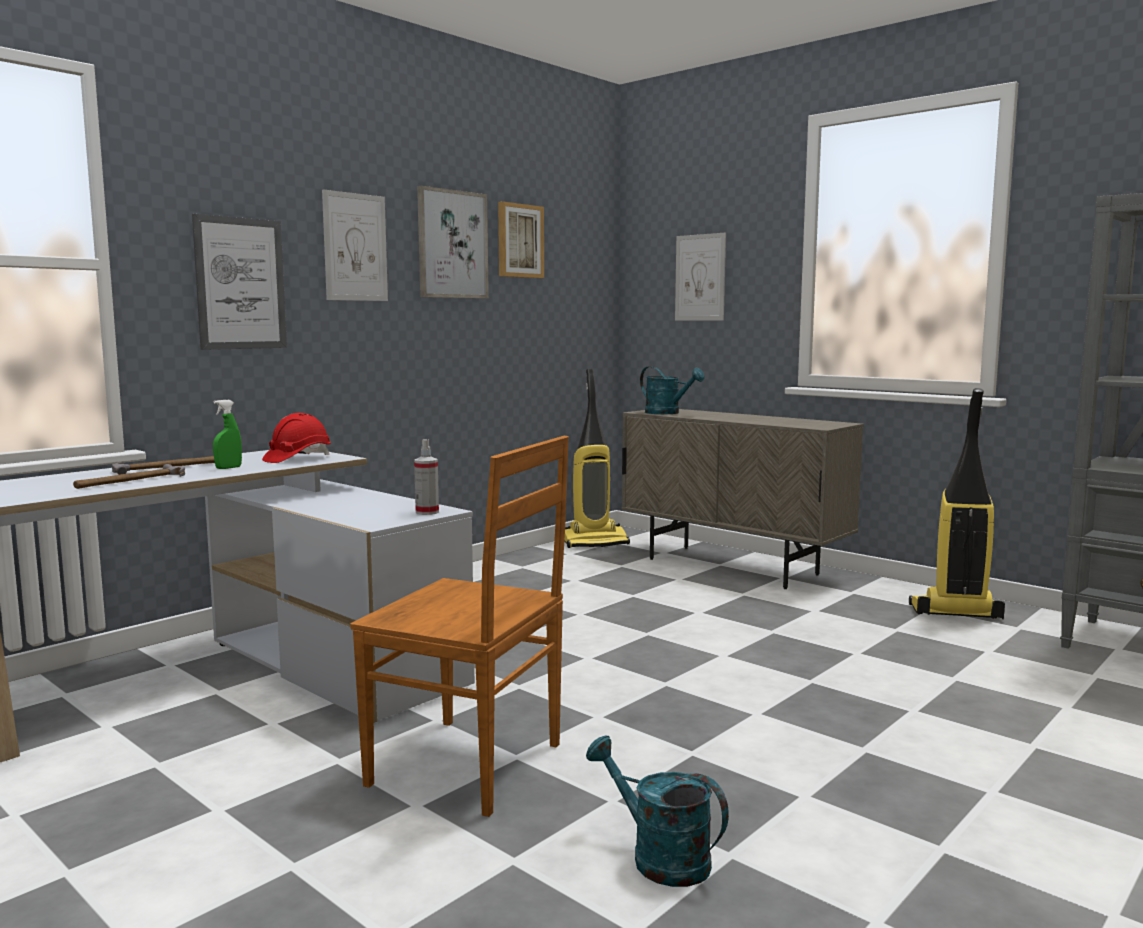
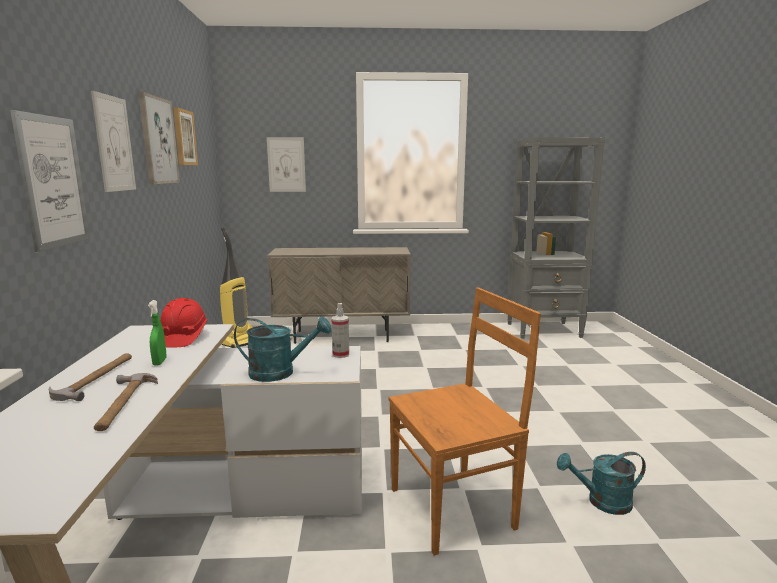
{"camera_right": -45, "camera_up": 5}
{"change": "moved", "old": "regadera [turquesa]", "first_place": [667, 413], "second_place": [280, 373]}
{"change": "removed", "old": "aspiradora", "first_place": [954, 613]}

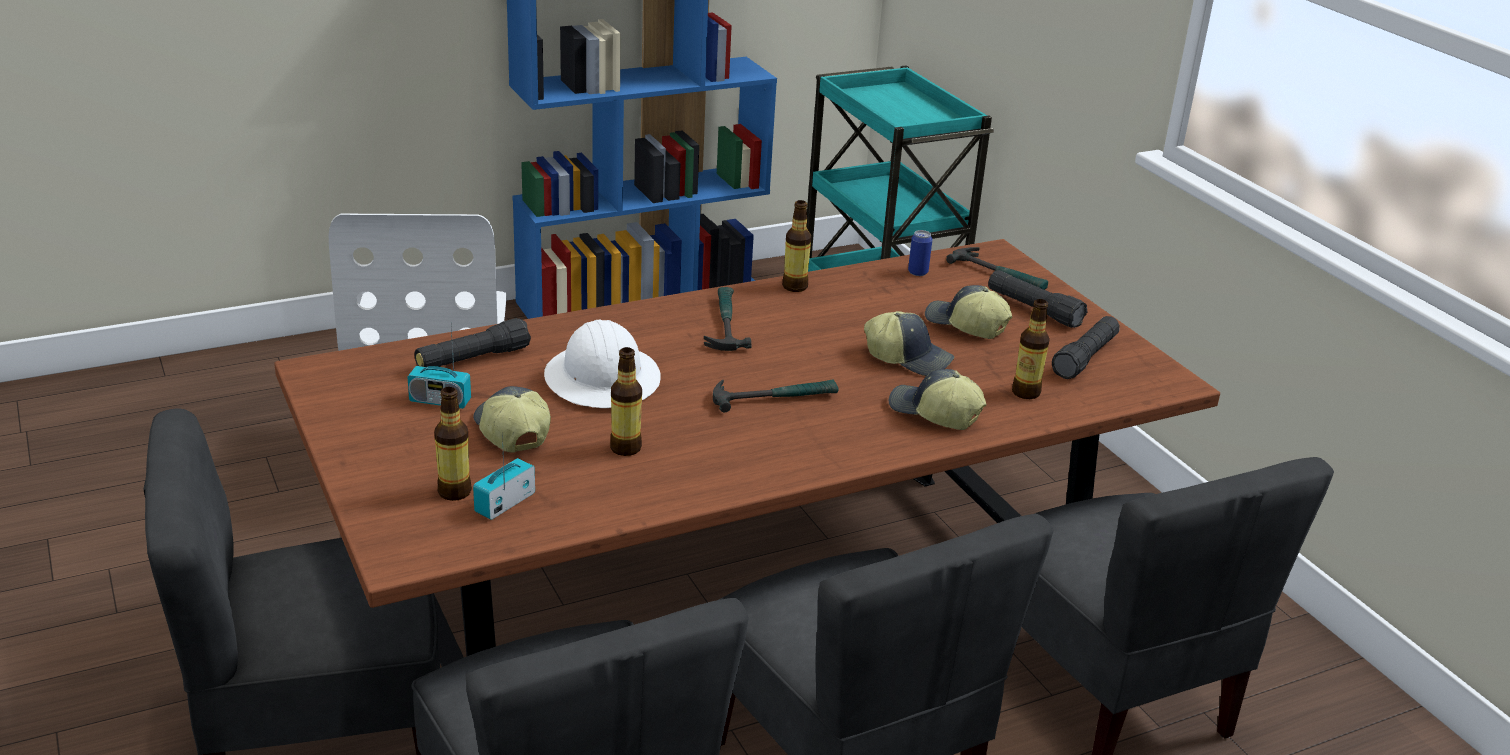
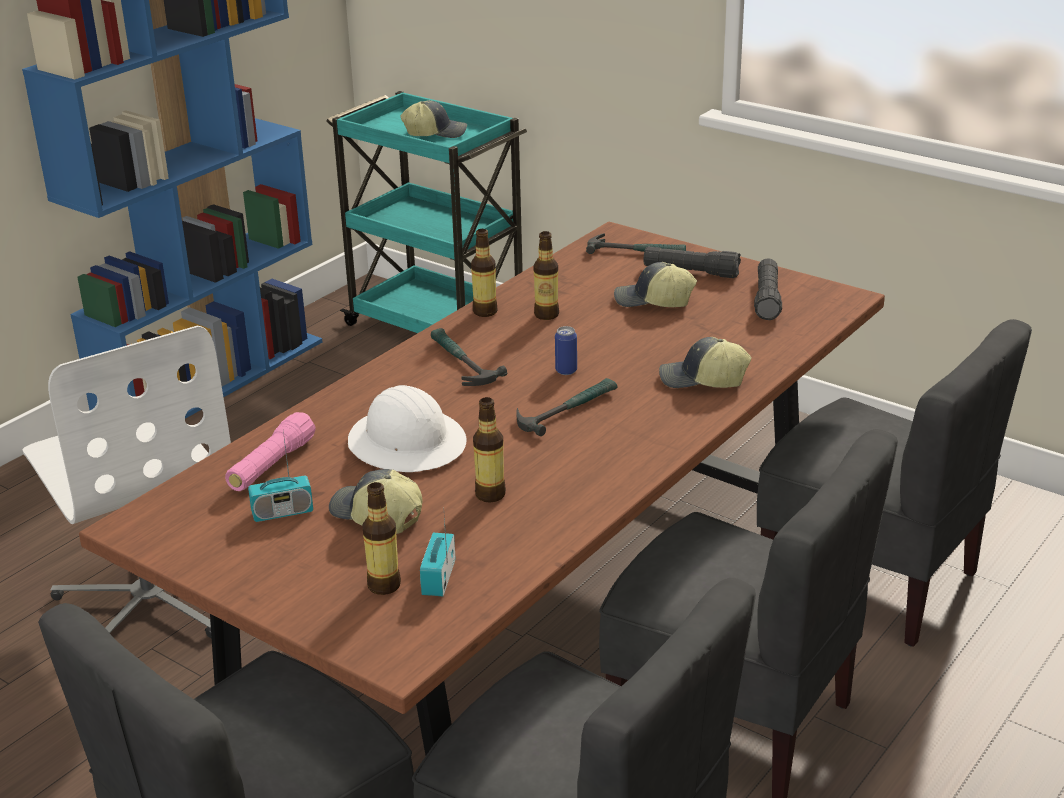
{"camera_right": -25, "camera_up": 0}
{"change": "recoloured", "old": "linterna [negro]", "new": "linterna [rosa]", "first_place": [473, 359], "second_place": [271, 465]}
{"change": "moved", "old": "gorra", "first_place": [908, 358], "second_place": [436, 132]}
{"change": "moved", "old": "lata", "first_place": [918, 272], "second_place": [566, 371]}
{"change": "moved", "old": "botella", "first_place": [1026, 392], "second_place": [546, 315]}

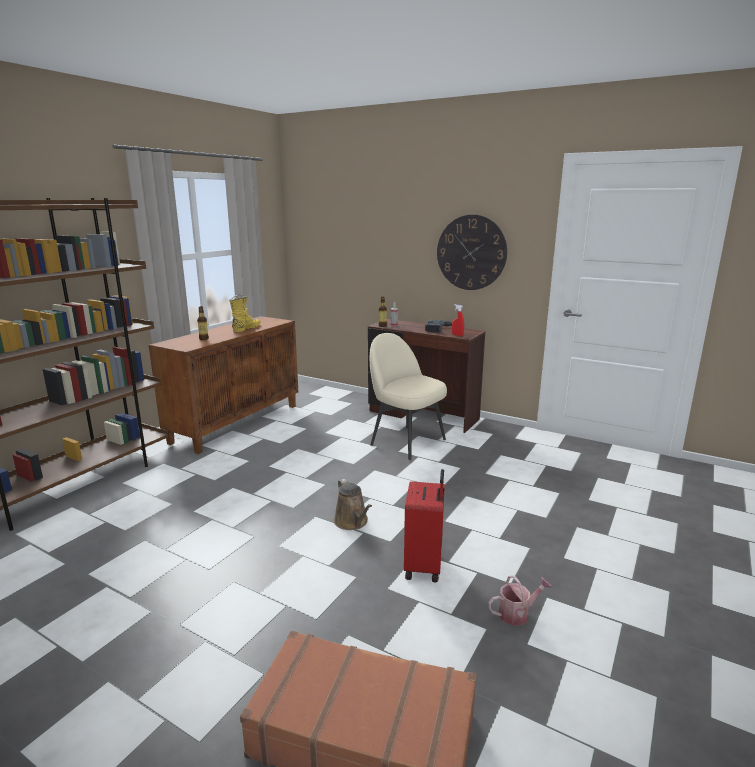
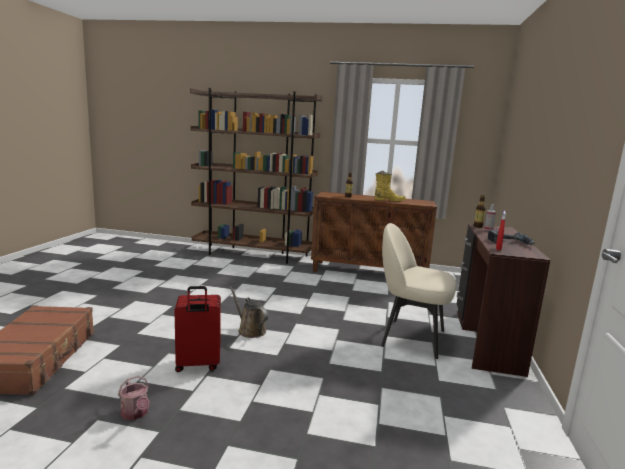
{"camera_right": 70, "camera_up": -5}
{"change": "turned", "old": "regadera [marrón]", "first_place": [352, 522], "second_place": [250, 330], "degrees": 90}
{"change": "turned", "old": "silla [beis]", "first_place": [406, 441], "second_place": [411, 337], "degrees": -90}
{"change": "removed", "old": "reloj de pared", "first_place": [471, 252]}

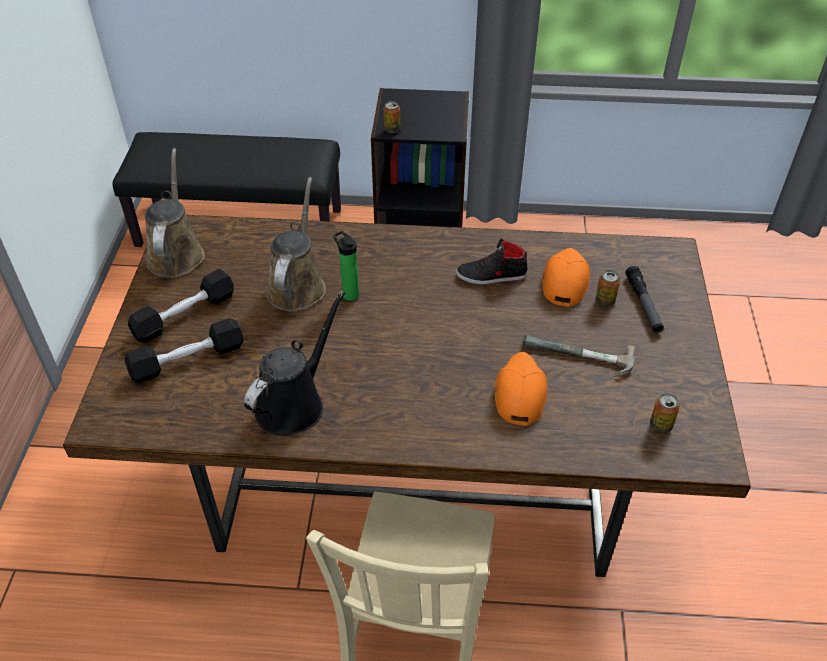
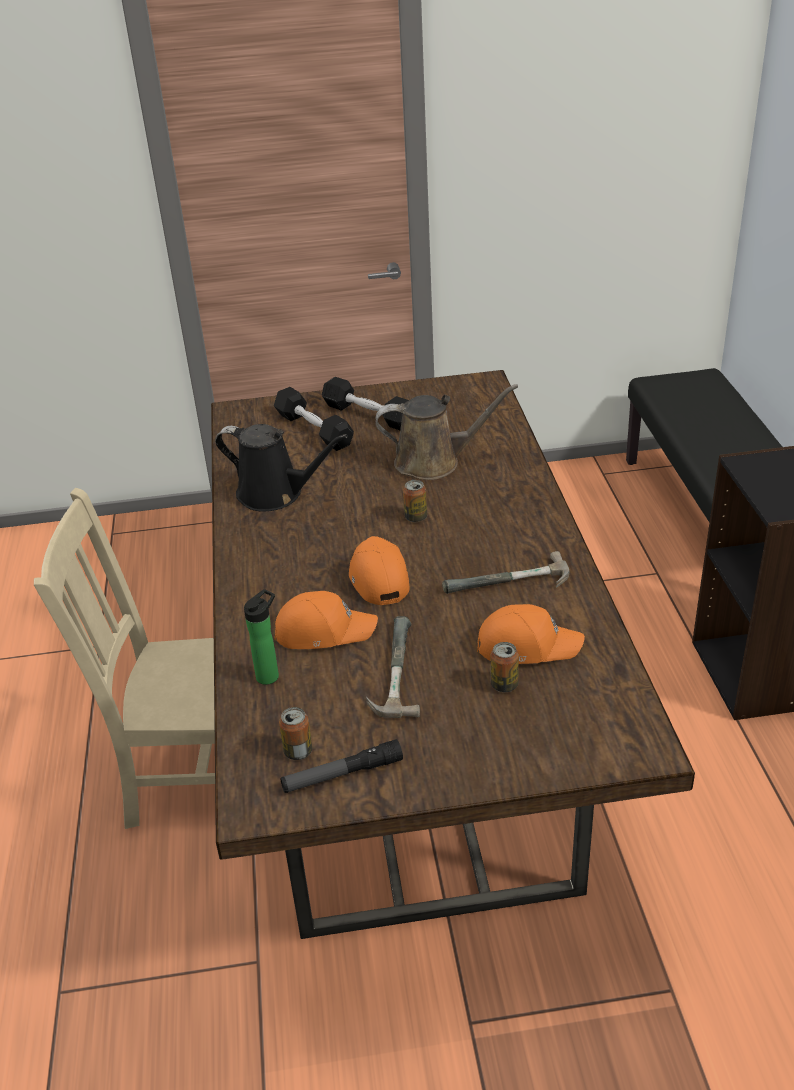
{"camera_right": 80, "camera_up": -10}
{"change": "removed", "old": "regadera [marrón]", "first_place": [176, 253]}
{"change": "moved", "old": "botella", "first_place": [349, 293], "second_place": [270, 674]}
{"change": "moved", "old": "lata", "first_place": [392, 129], "second_place": [415, 517]}
{"change": "replaced", "old": "zapato [negro]", "new": "martillo", "first_place": [491, 275], "second_place": [509, 585]}
{"change": "moved", "old": "linterna", "first_place": [643, 304], "second_place": [342, 774]}
{"change": "added", "new": "gorra [naranja]", "second_place": [377, 578]}

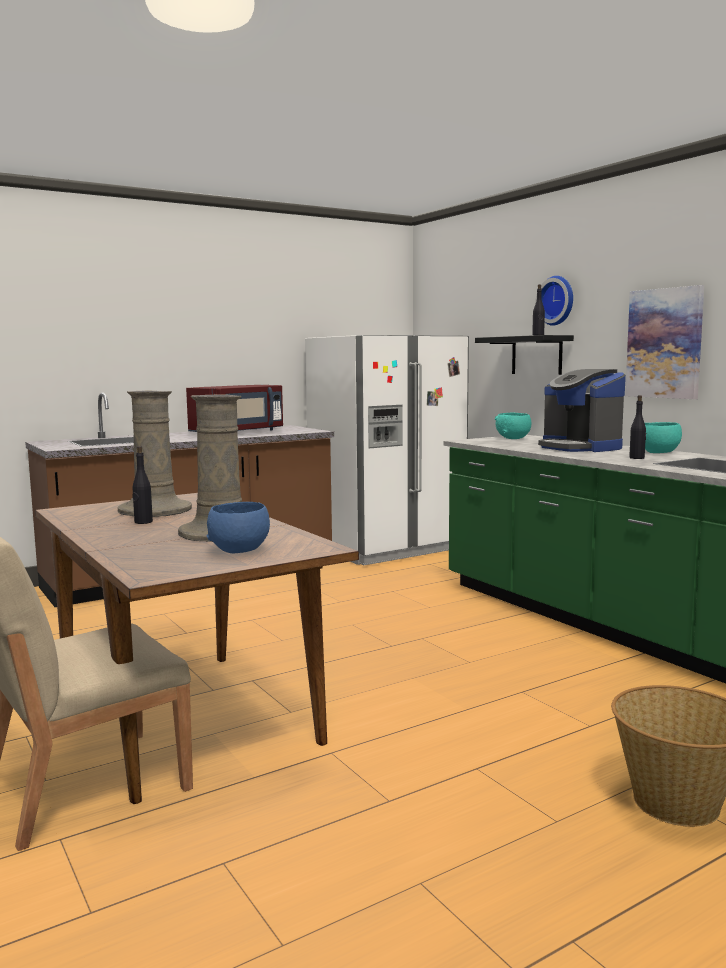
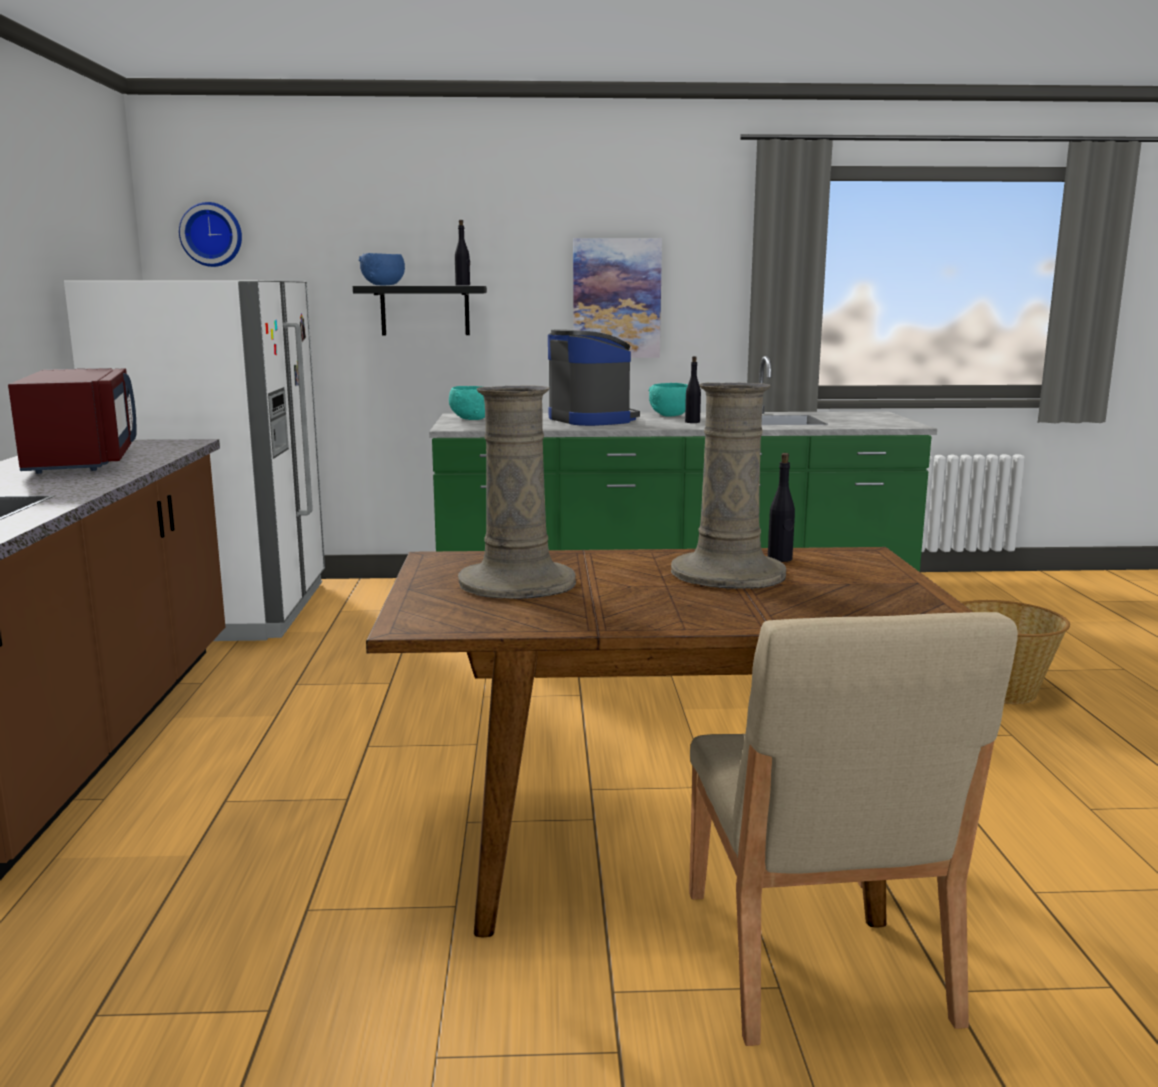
{"camera_right": -60, "camera_up": 5}
{"change": "moved", "old": "botella [negro]", "first_place": [143, 522], "second_place": [780, 559]}
{"change": "moved", "old": "cuenco [azul]", "first_place": [240, 550], "second_place": [384, 285]}
{"change": "moved", "old": "reloj de pared", "first_place": [557, 300], "second_place": [212, 234]}
{"change": "turned", "old": "cafetera", "first_place": [580, 447], "second_place": [592, 419], "degrees": -120}

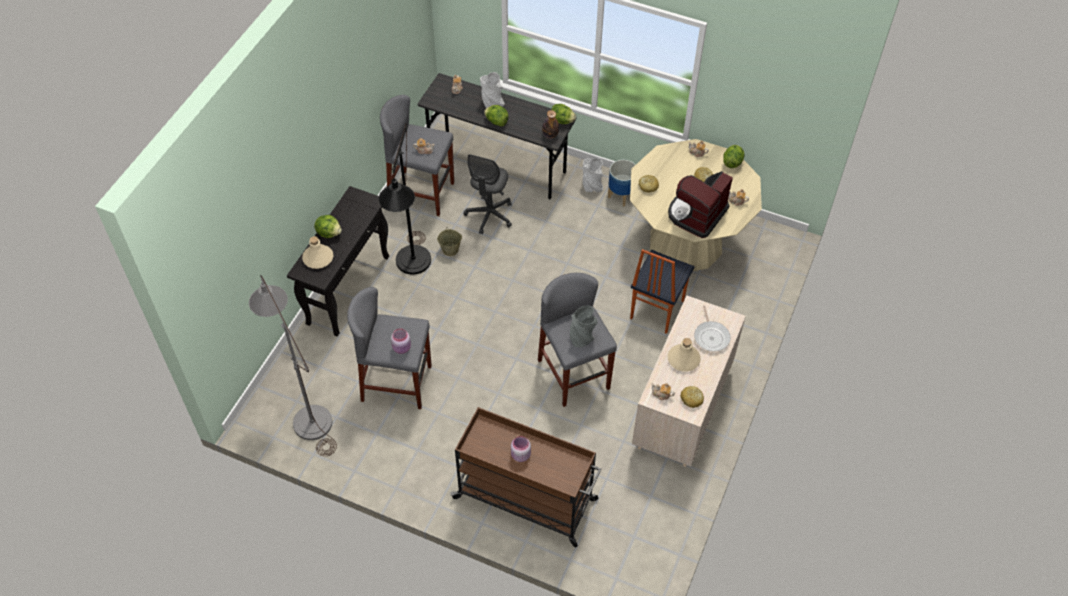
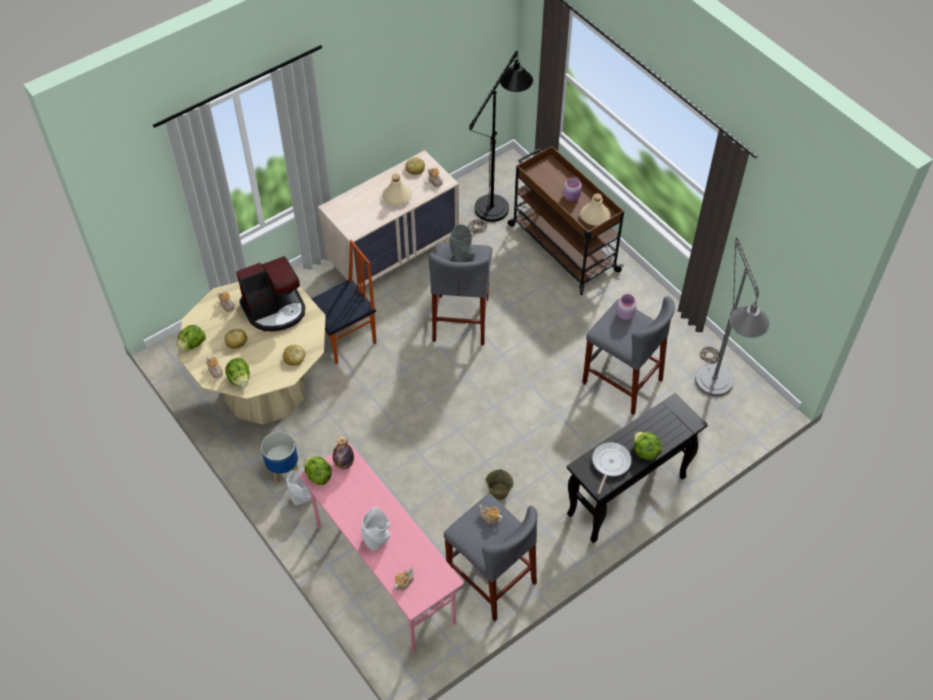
{"camera_right": -150, "camera_up": 0}
{"change": "moved", "old": "botella [beis]", "first_place": [318, 258], "second_place": [595, 216]}
{"change": "moved", "old": "lámpara de pie [negro]", "first_place": [412, 268], "second_place": [497, 202]}
{"change": "recoloured", "old": "escritorio [gris]", "new": "escritorio [rosa]", "first_place": [498, 165], "second_place": [384, 574]}
{"change": "removed", "old": "silla de oficina [gris]", "first_place": [489, 215]}
{"change": "moved", "old": "lechuga", "first_place": [496, 122], "second_place": [240, 379]}
{"change": "moved", "old": "sartén", "first_place": [711, 336], "second_place": [610, 464]}

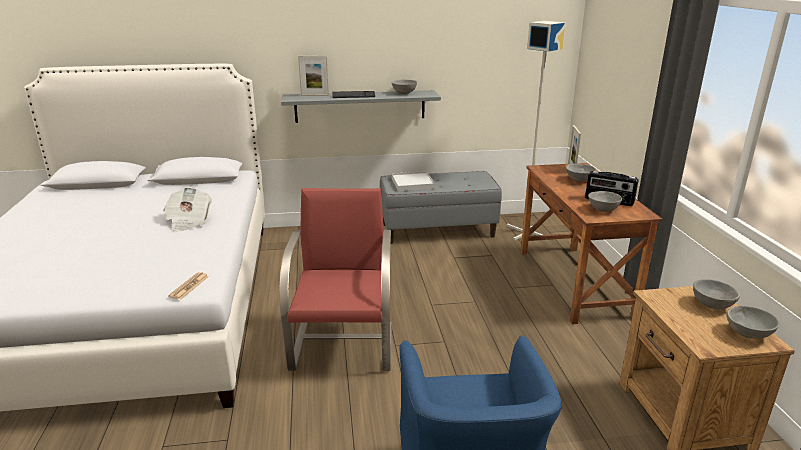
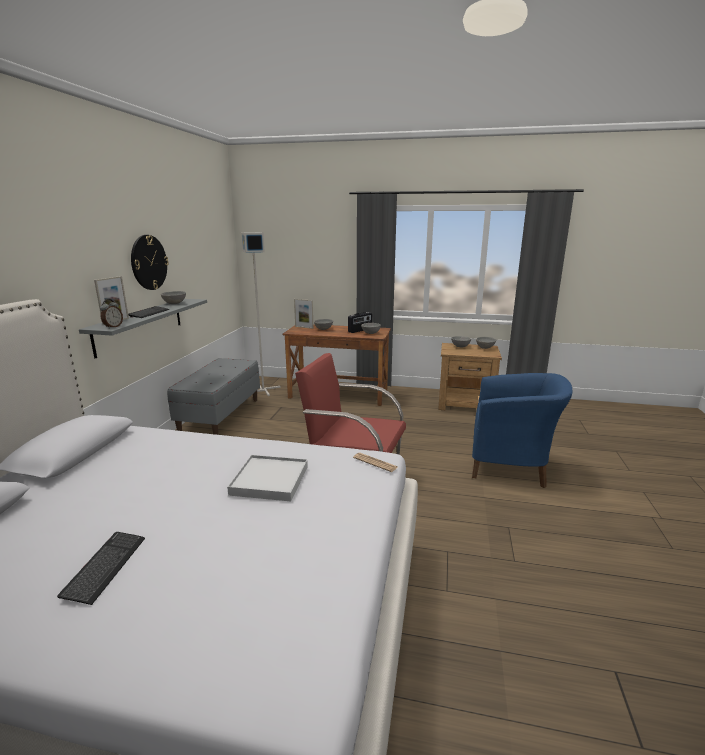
{"camera_right": -70, "camera_up": -5}
{"change": "removed", "old": "periódico", "first_place": [189, 221]}
{"change": "moved", "old": "bandeja [blanco]", "first_place": [412, 183], "second_place": [269, 480]}
{"change": "added", "new": "teclado", "second_place": [105, 567]}
{"change": "added", "new": "despertador", "second_place": [113, 327]}
{"change": "added", "new": "reloj de pared", "second_place": [149, 262]}

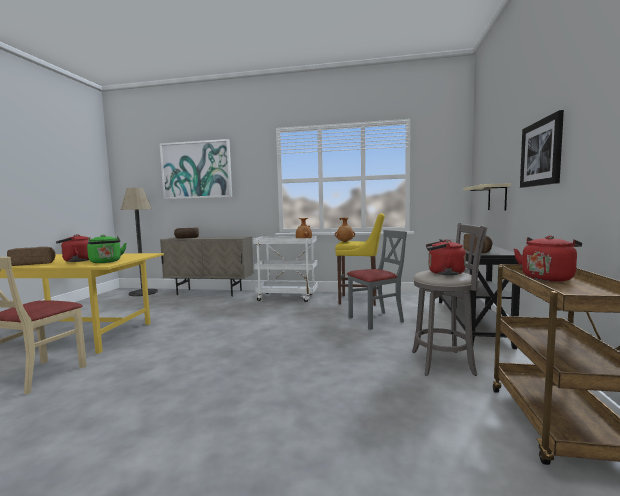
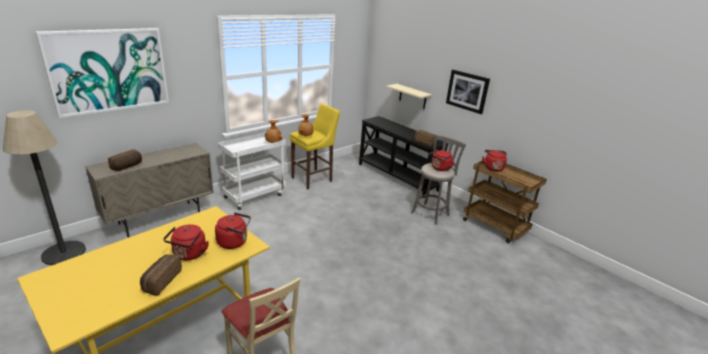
{"camera_right": -55, "camera_up": 20}
{"change": "recoloured", "old": "hervidor [verde]", "new": "hervidor [rojo]", "first_place": [106, 262], "second_place": [234, 242]}
{"change": "removed", "old": "silla [gris]", "first_place": [376, 320]}

